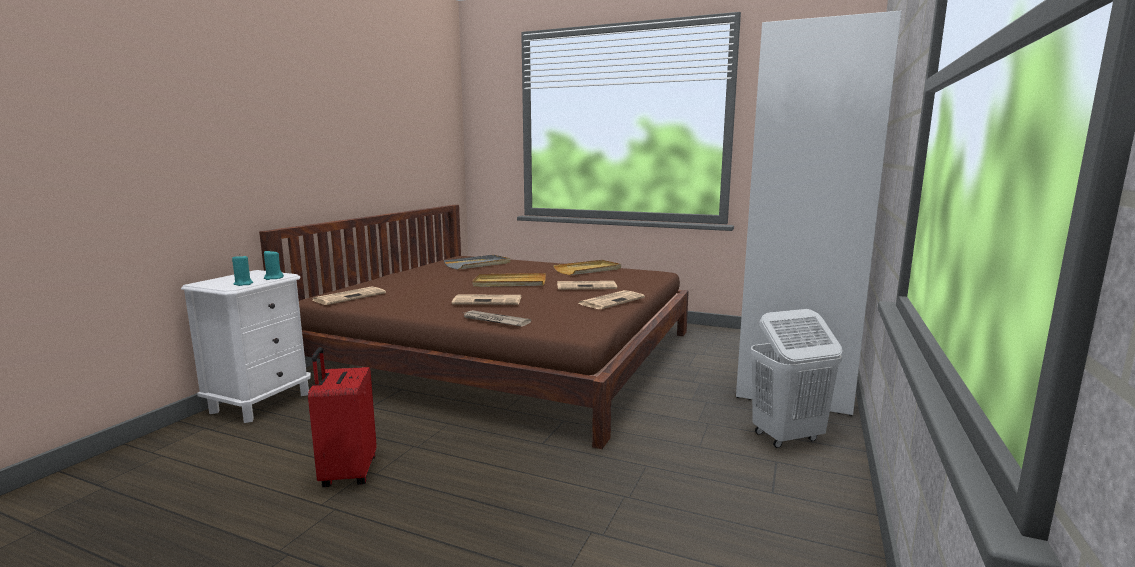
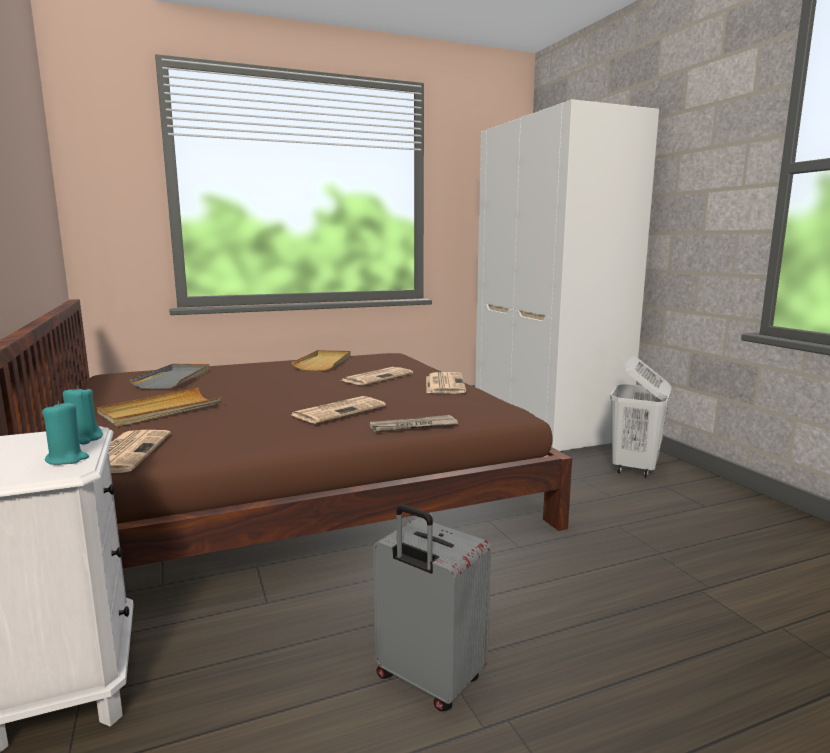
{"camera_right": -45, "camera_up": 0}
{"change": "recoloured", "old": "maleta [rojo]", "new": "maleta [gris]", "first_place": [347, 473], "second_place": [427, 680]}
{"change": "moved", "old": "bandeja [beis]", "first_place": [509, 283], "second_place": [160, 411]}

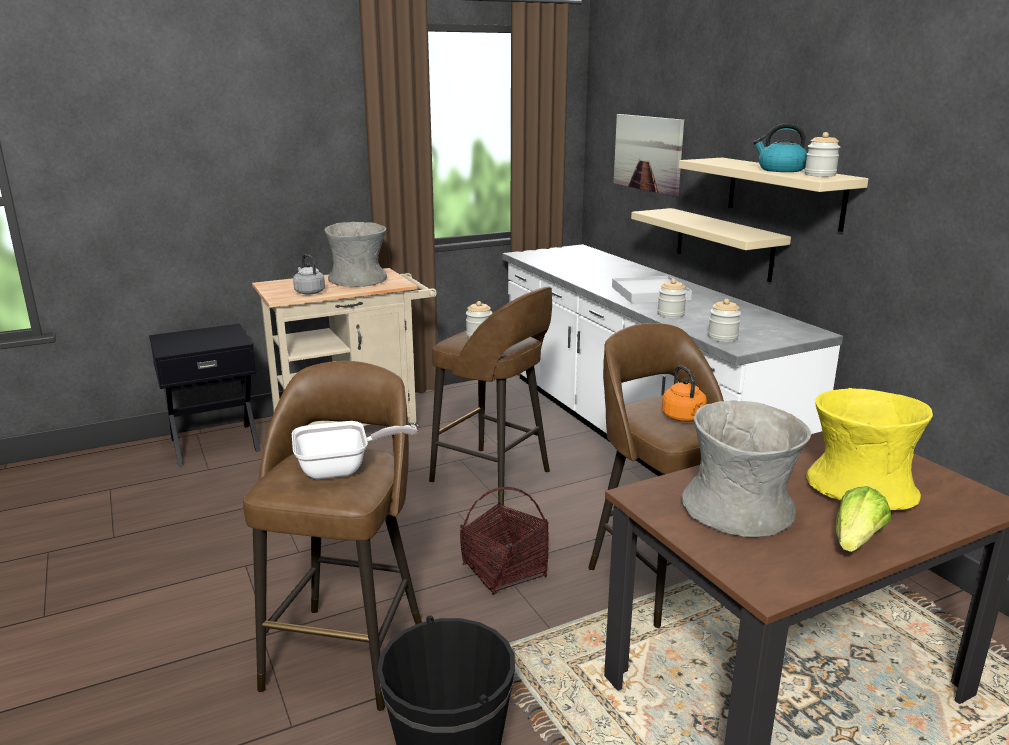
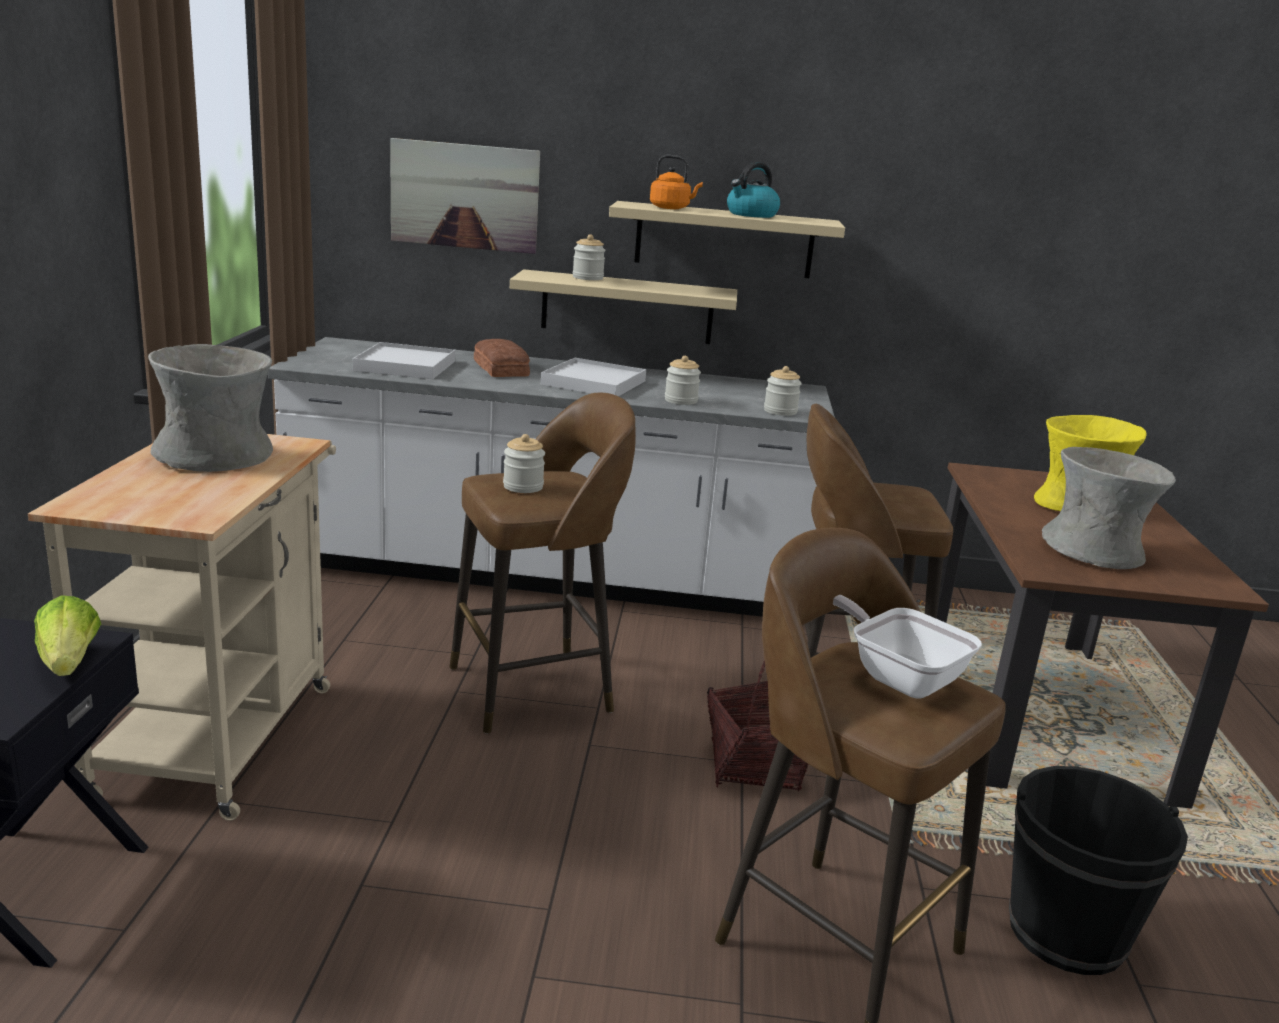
{"camera_right": -60, "camera_up": 0}
{"change": "turned", "old": "sartén", "first_place": [342, 469], "second_place": [897, 676], "degrees": -60}
{"change": "removed", "old": "hervidor [gris]", "first_place": [309, 292]}
{"change": "moved", "old": "hervidor [naranja]", "first_place": [684, 418], "second_place": [671, 208]}
{"change": "moved", "old": "tarro", "first_place": [820, 175], "second_place": [588, 278]}
{"change": "moved", "old": "lechuga", "first_place": [856, 541], "second_place": [69, 663]}
{"change": "added", "new": "bandeja [blanco]", "second_place": [405, 366]}
{"change": "added", "new": "pan", "second_place": [502, 368]}

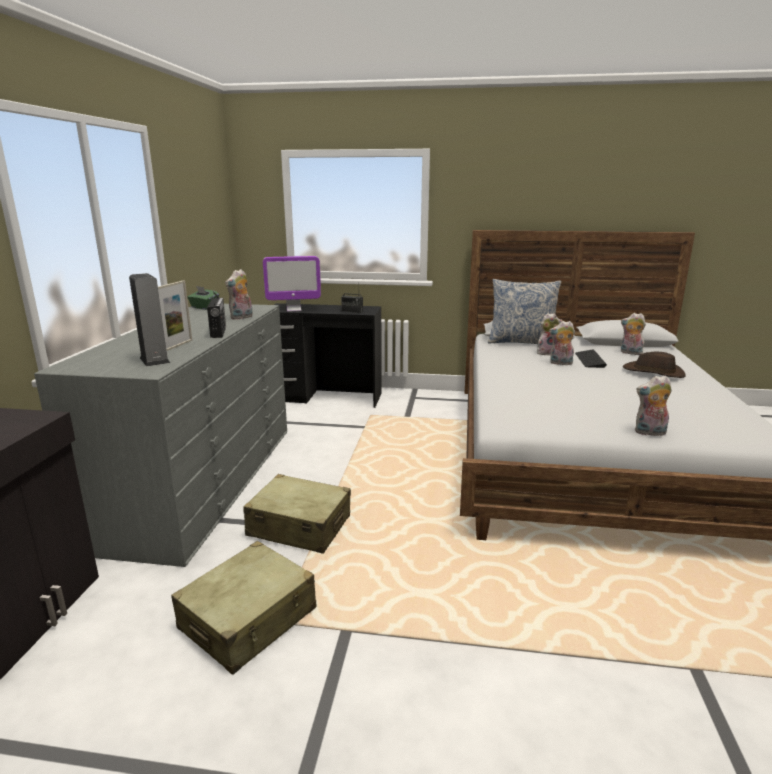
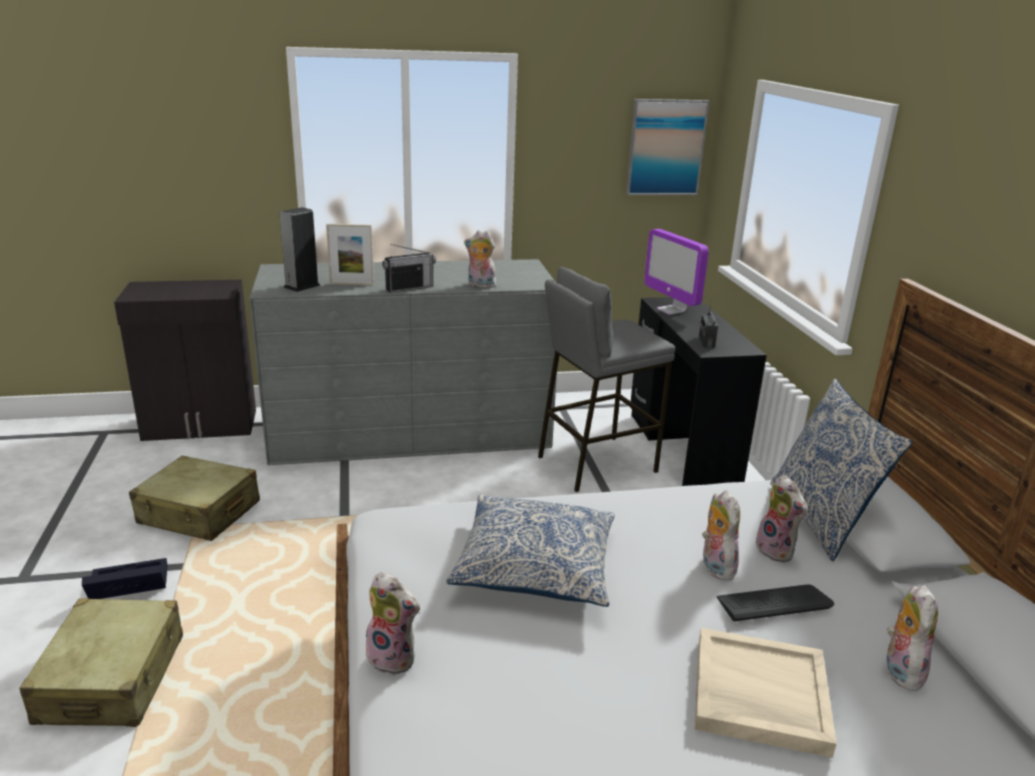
{"camera_right": 70, "camera_up": 5}
{"change": "removed", "old": "caja de pañuelos [verde]", "first_place": [204, 307]}
{"change": "moved", "old": "maleta [beis]", "first_place": [299, 526], "second_place": [112, 679]}
{"change": "replaced", "old": "sombrero [marrón]", "new": "bandeja [beis]", "first_place": [653, 372], "second_place": [759, 695]}
{"change": "turned", "old": "peluche", "first_place": [649, 433], "second_place": [394, 657], "degrees": 135}
{"change": "added", "new": "caja de almacenaje [negro]", "second_place": [126, 587]}
{"change": "added", "new": "cojín", "second_place": [535, 565]}
{"change": "added", "new": "taburete [gris]", "second_place": [596, 463]}
{"change": "added", "new": "cuadro", "second_place": [665, 147]}

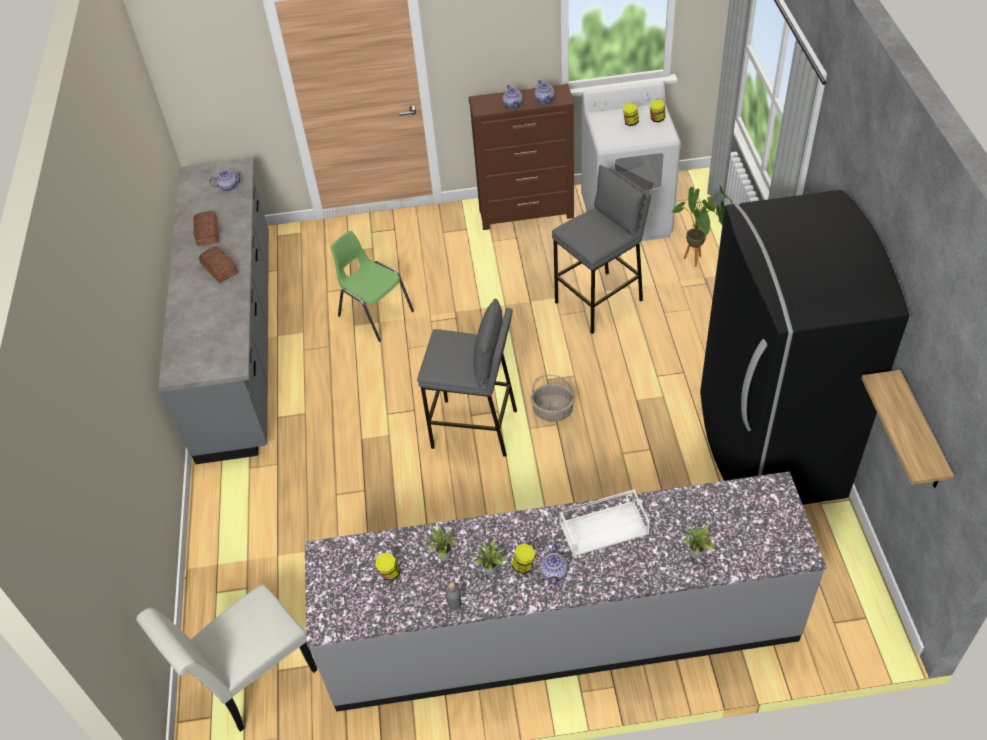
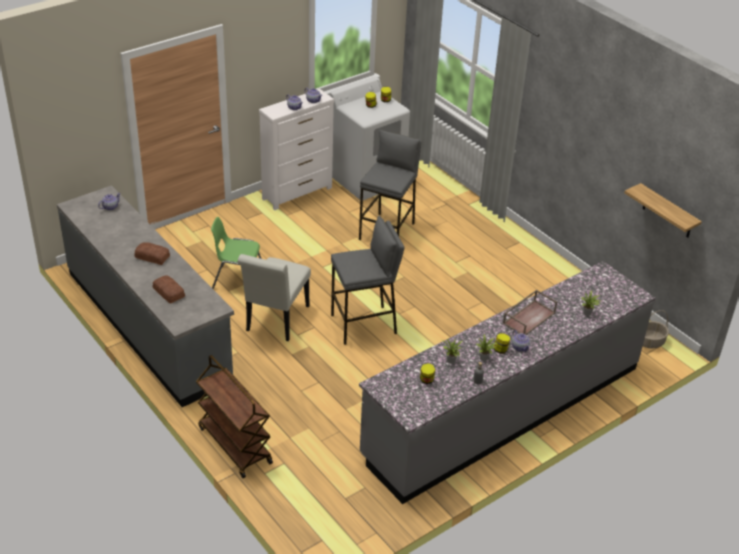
{"camera_right": -35, "camera_up": -10}
{"change": "moved", "old": "silla [blanco]", "first_place": [251, 681], "second_place": [276, 321]}
{"change": "moved", "old": "pan", "first_place": [206, 232], "second_place": [168, 293]}
{"change": "recoloured", "old": "cómoda [marrón]", "new": "cómoda [blanco]", "first_place": [527, 214], "second_place": [297, 193]}
{"change": "moved", "old": "cesta", "first_place": [552, 411], "second_place": [650, 342]}
{"change": "recoloured", "old": "bandeja [blanco]", "new": "bandeja [marrón]", "first_place": [604, 527], "second_place": [529, 317]}
{"change": "removed", "old": "planta en maceta", "first_place": [697, 262]}
{"change": "removed", "old": "nevera [negro]", "first_place": [768, 445]}
{"change": "added", "new": "carrito [marrón]", "second_place": [234, 445]}

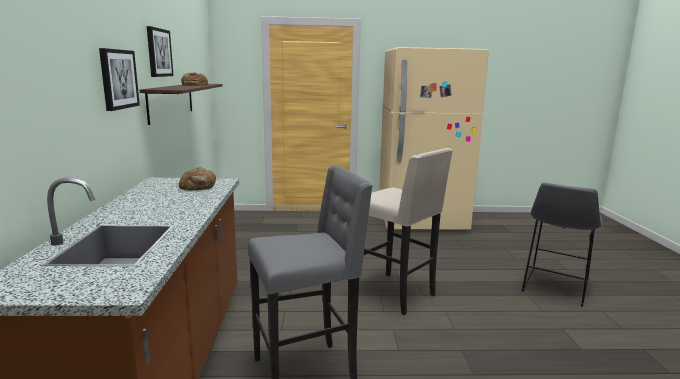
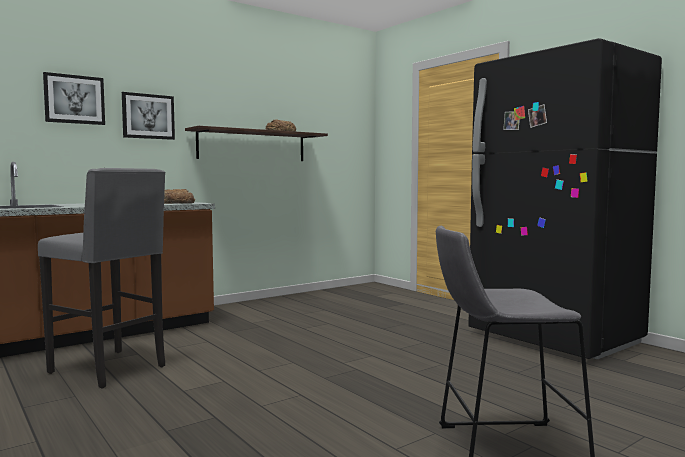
{"camera_right": 55, "camera_up": -10}
{"change": "moved", "old": "cuadro", "first_place": [158, 52], "second_place": [74, 99]}
{"change": "removed", "old": "taburete [beis]", "first_place": [396, 294]}
{"change": "recoloured", "old": "nevera [beis]", "new": "nevera [negro]", "first_place": [421, 222], "second_place": [554, 339]}

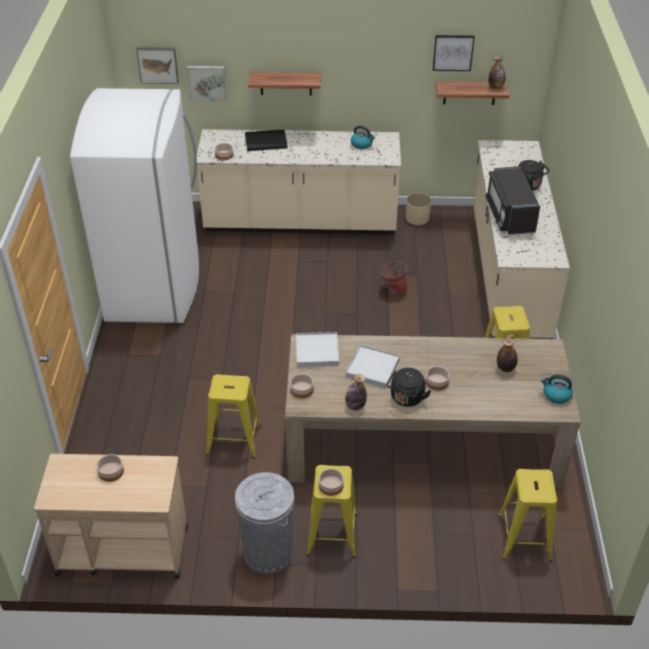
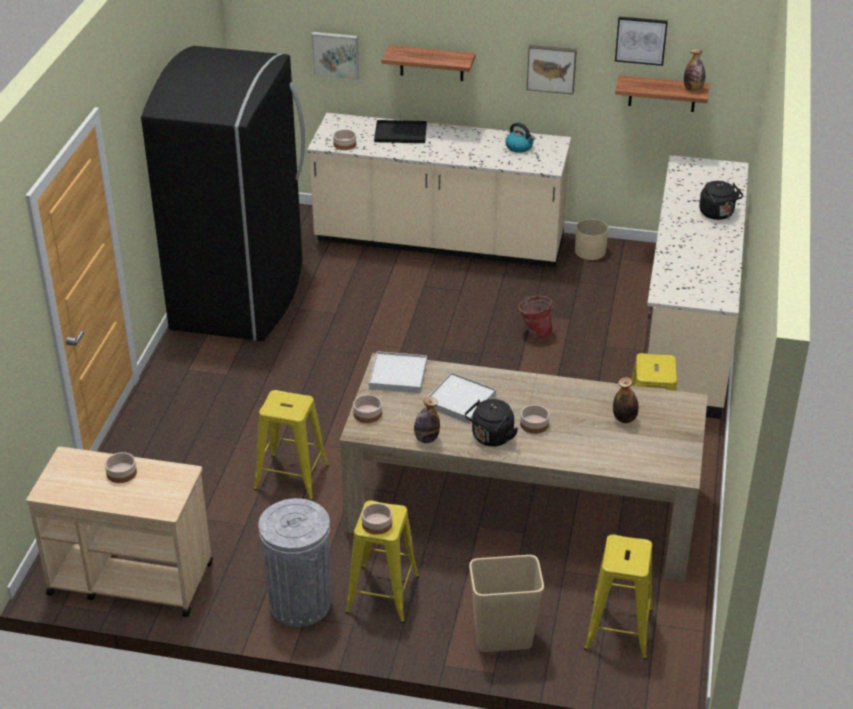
{"camera_right": 10, "camera_up": -5}
{"change": "recoloured", "old": "nevera [blanco]", "new": "nevera [negro]", "first_place": [155, 285], "second_place": [240, 296]}
{"change": "moved", "old": "cuadro", "first_place": [158, 64], "second_place": [551, 68]}
{"change": "removed", "old": "microondas [negro]", "first_place": [509, 215]}
{"change": "removed", "old": "hervidor", "first_place": [556, 395]}
{"change": "added", "new": "papelera [beis]", "second_place": [503, 639]}

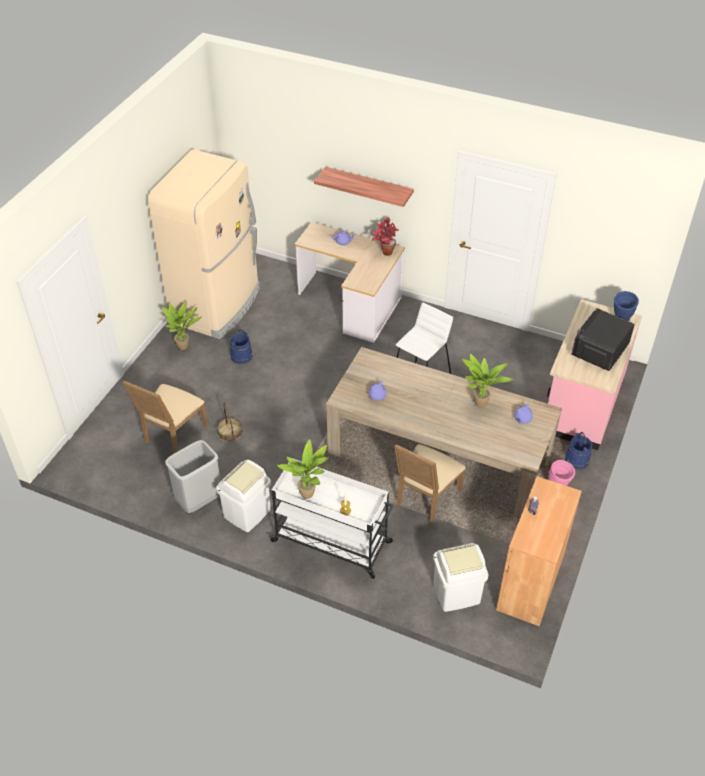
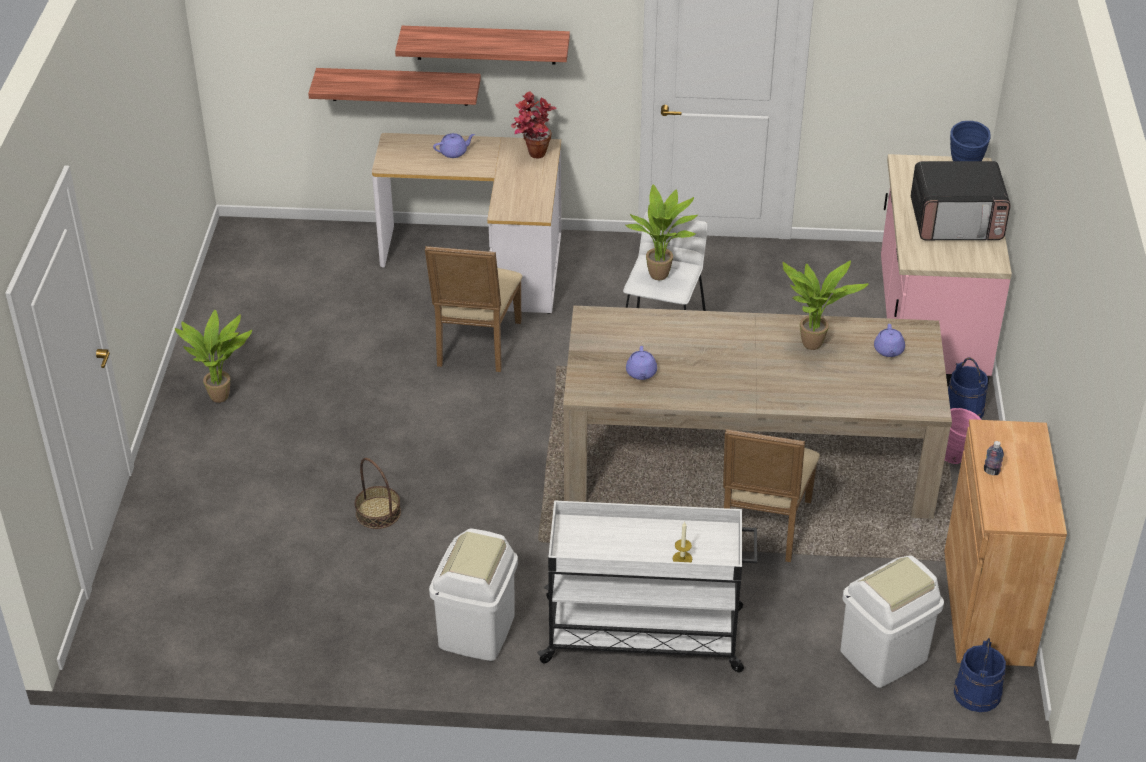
{"camera_right": -20, "camera_up": -5}
{"change": "moved", "old": "silla [beis]", "first_place": [172, 435], "second_place": [474, 347]}
{"change": "removed", "old": "nevera [beis]", "first_place": [217, 305]}
{"change": "removed", "old": "papelera [gris]", "first_place": [199, 501]}
{"change": "moved", "old": "cubo [azul]", "first_place": [241, 356], "second_place": [976, 693]}
{"change": "moved", "old": "planta en maceta", "first_place": [308, 496], "second_place": [662, 276]}
{"change": "turned", "old": "microondas", "first_place": [599, 351], "second_place": [956, 222], "degrees": -105}
{"change": "added", "new": "estante", "second_place": [399, 86]}

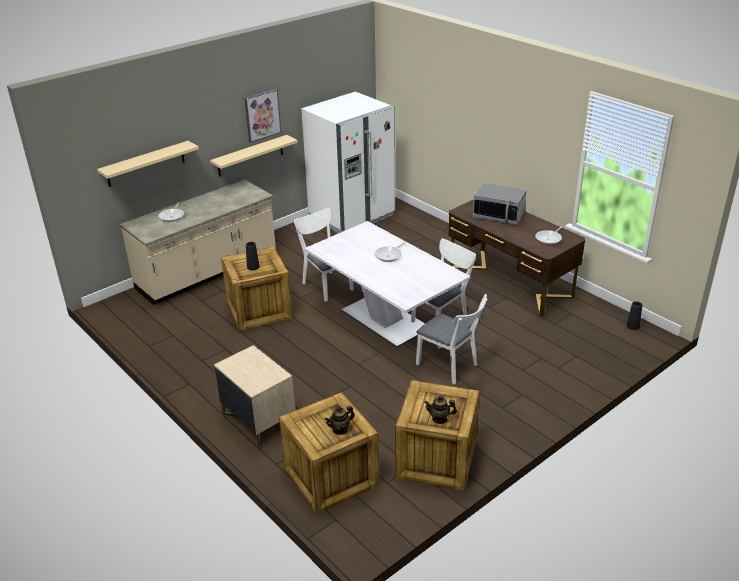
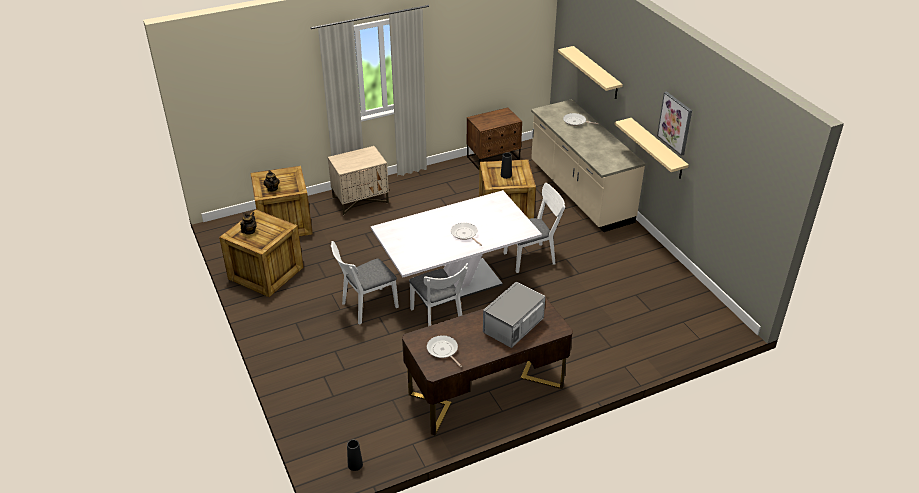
{"camera_right": 105, "camera_up": 5}
{"change": "removed", "old": "nevera [blanco]", "first_place": [352, 216]}
{"change": "added", "new": "mesita de noche [marrón]", "second_place": [493, 159]}

